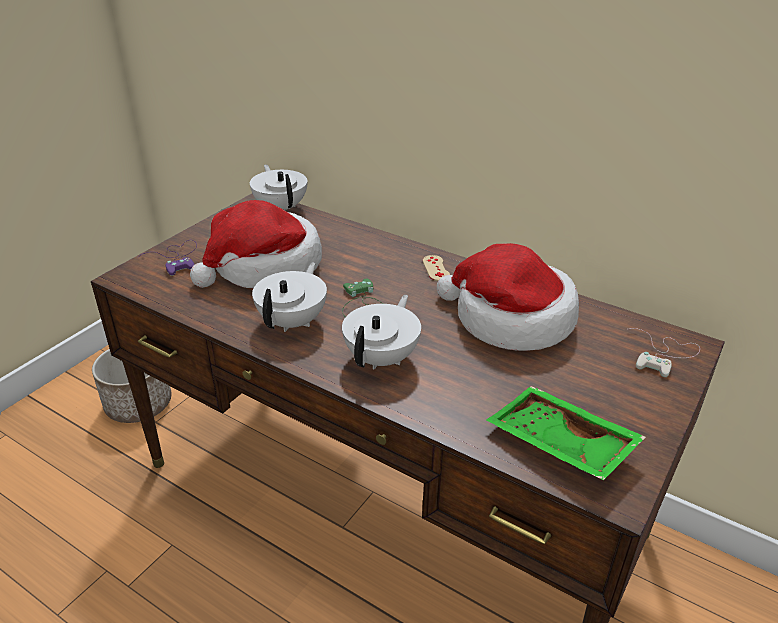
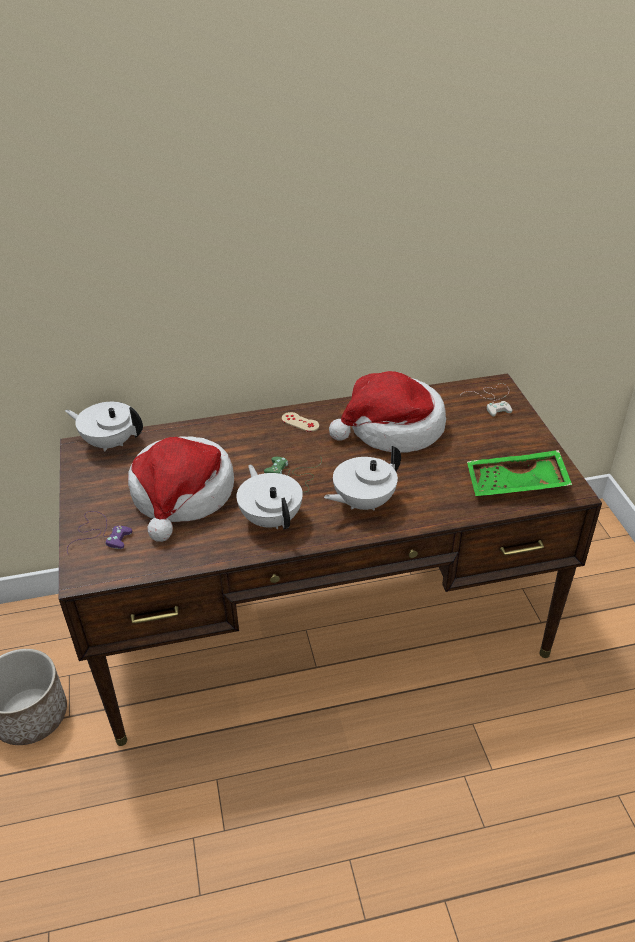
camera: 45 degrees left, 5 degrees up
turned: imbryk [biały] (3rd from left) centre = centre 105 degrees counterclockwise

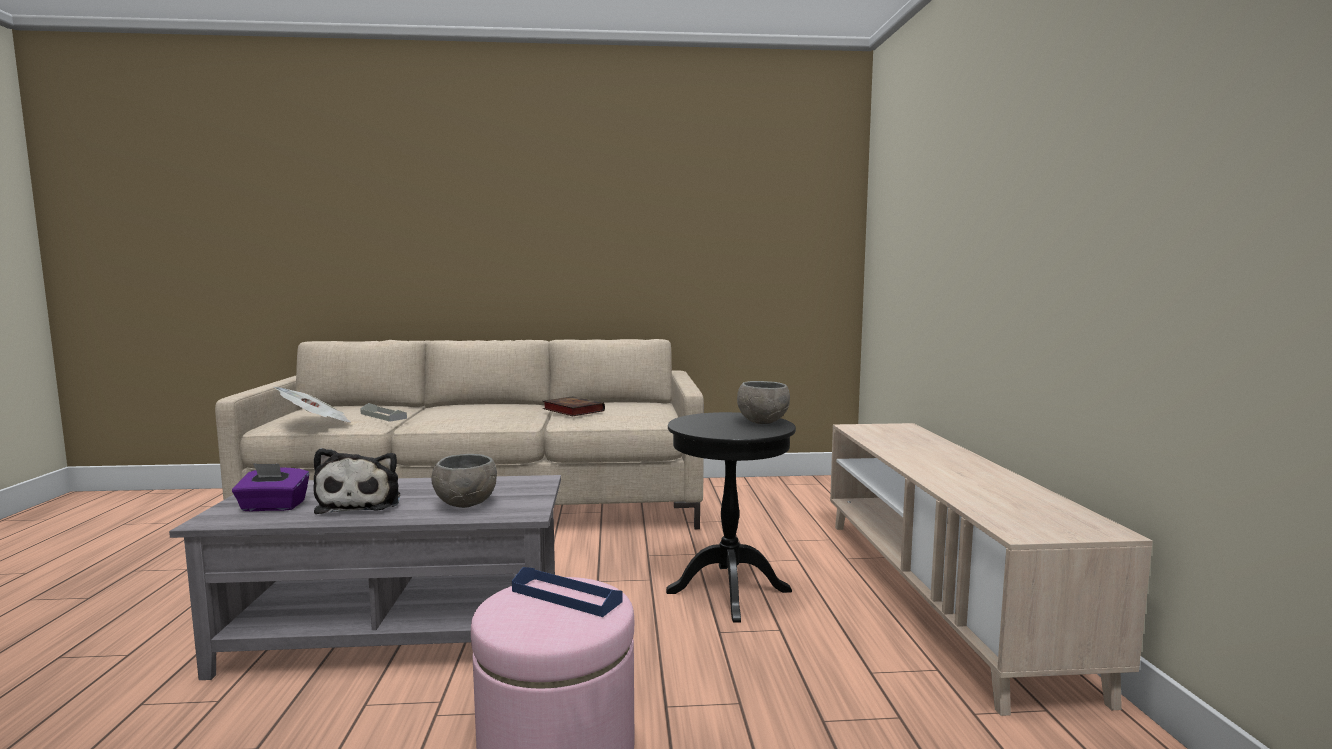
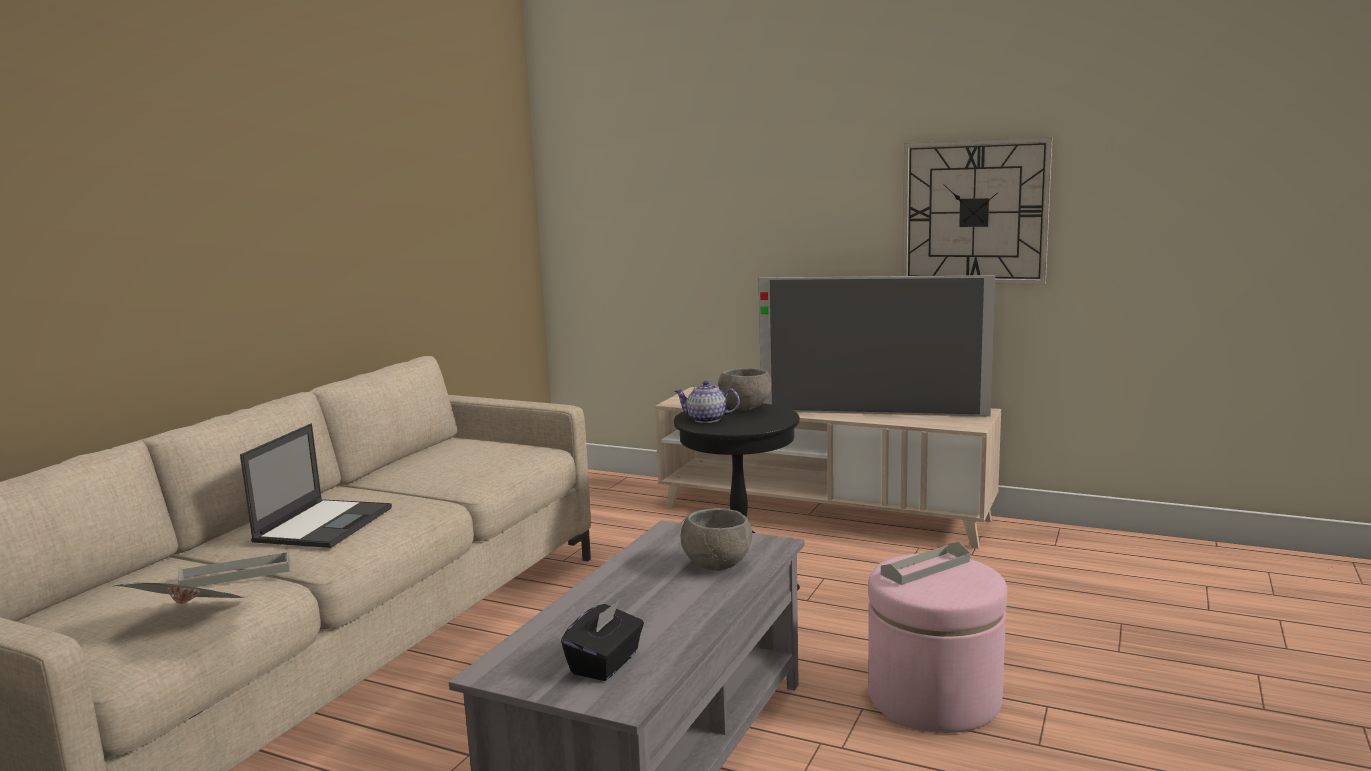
camera: 60 degrees left, 5 degrees up
removed: pluszak middle left; książka centre
added: laptop middle left; imbryk centre; telewizor centre; zegar ścienny top right
recoloured: pudełko chusteczek [fioletowy] middle left to pudełko chusteczek [czarny] bottom centre; taca [niebieski] bottom centre to taca [szary] (2nd from left) bottom right

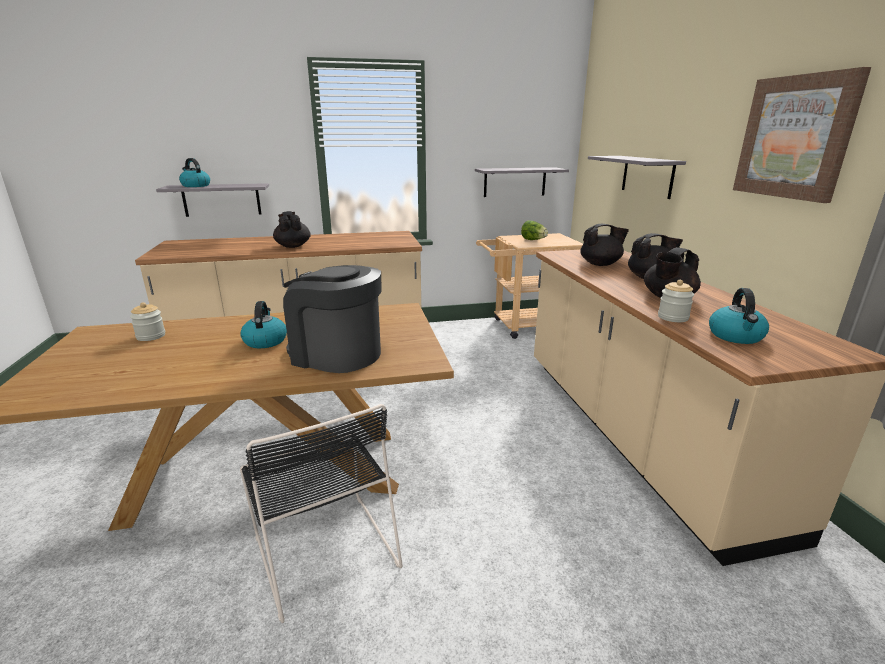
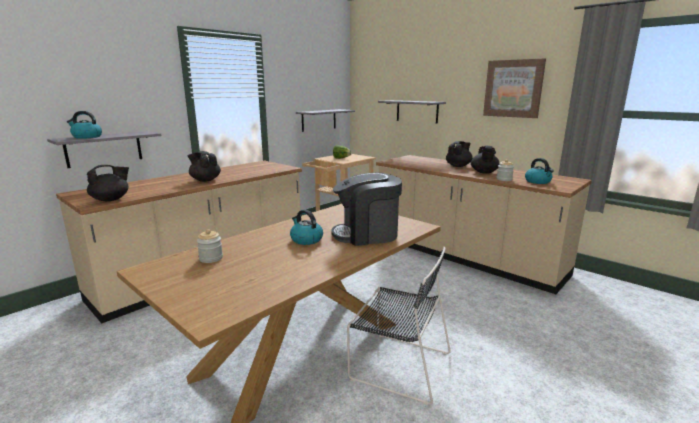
camera: 35 degrees left, 5 degrees down
moved: imbryk [czarny] (2nd from left in the first image) middle right to imbryk [czarny] (1st from left) middle left

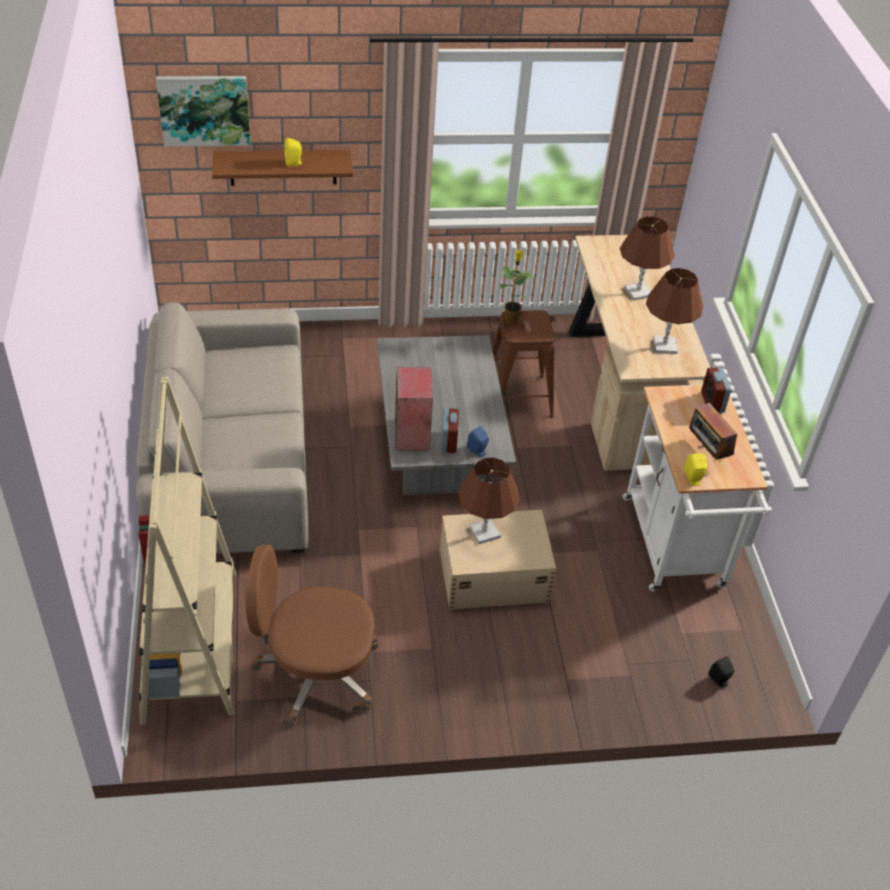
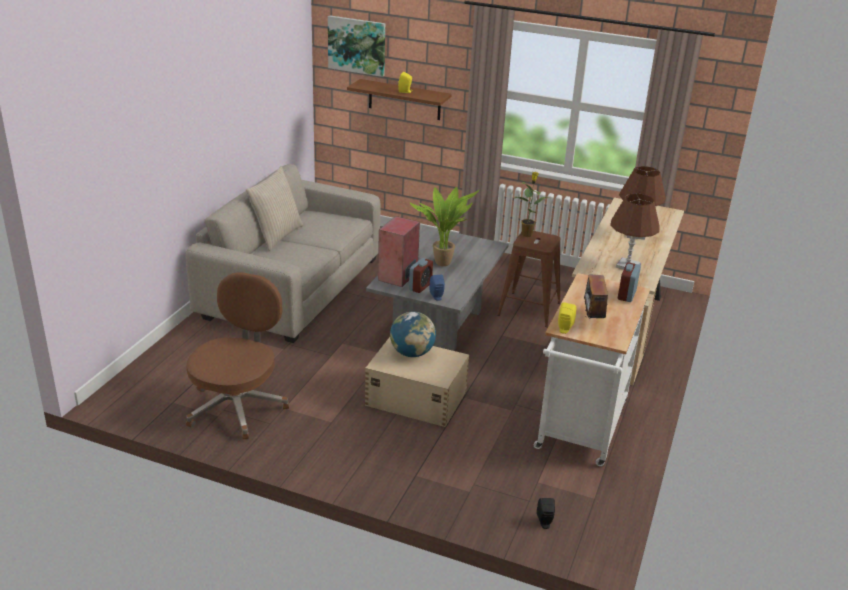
camera: 30 degrees right, 15 degrees down
removed: regał [beżowy] middle left
added: poduszka [beżowy] middle left; roślina doniczkowa (1st from left) centre
replaced: lampa stołowa [brązowy] (1st from left) centre to globus centre
turned: krzesło biurowe [brązowy] bottom centre = middle left 75 degrees clockwise

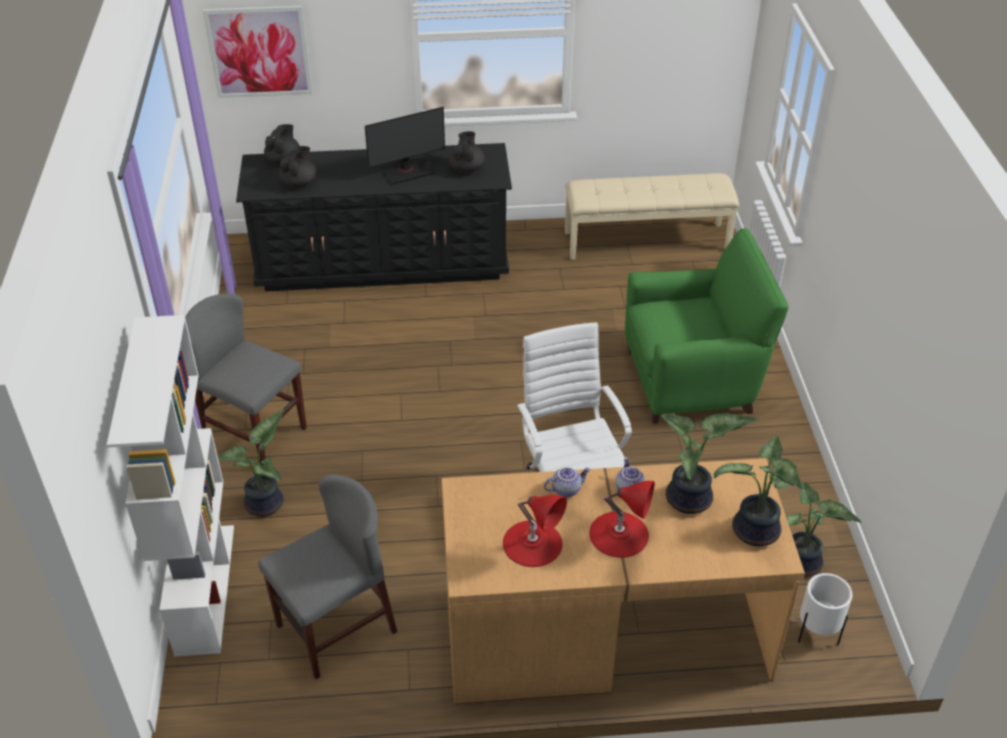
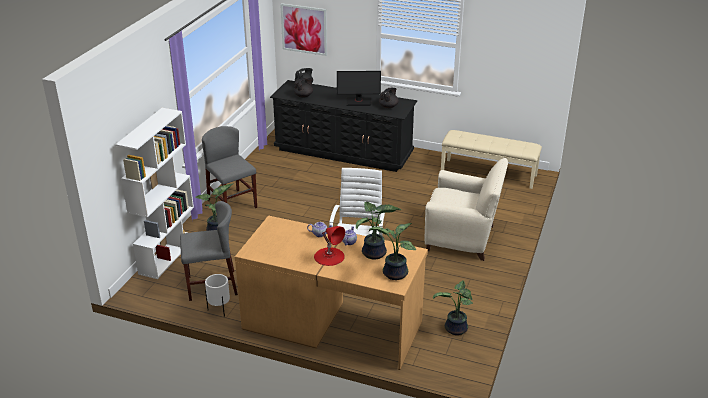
camera: 25 degrees right, 10 degrees down
removed: lampa stołowa [czerwony] (1st from left) bottom centre
moved: donica [biały] bottom right to bottom left
recoloured: fotel [zielony] middle right to fotel [beżowy] centre

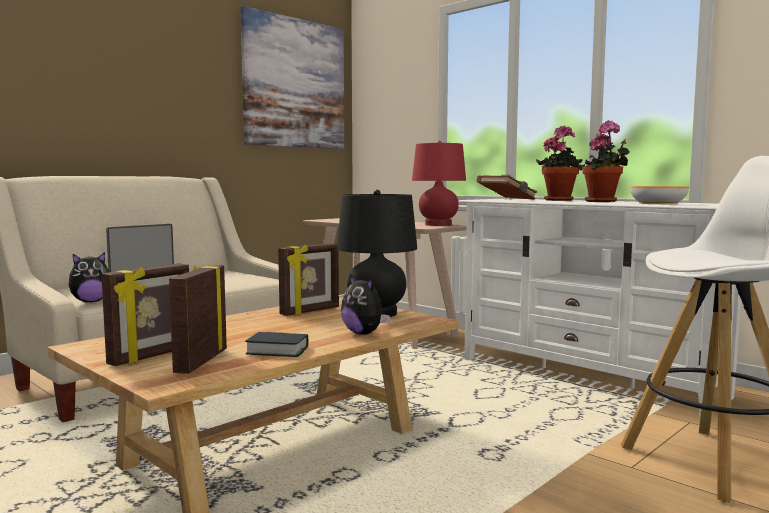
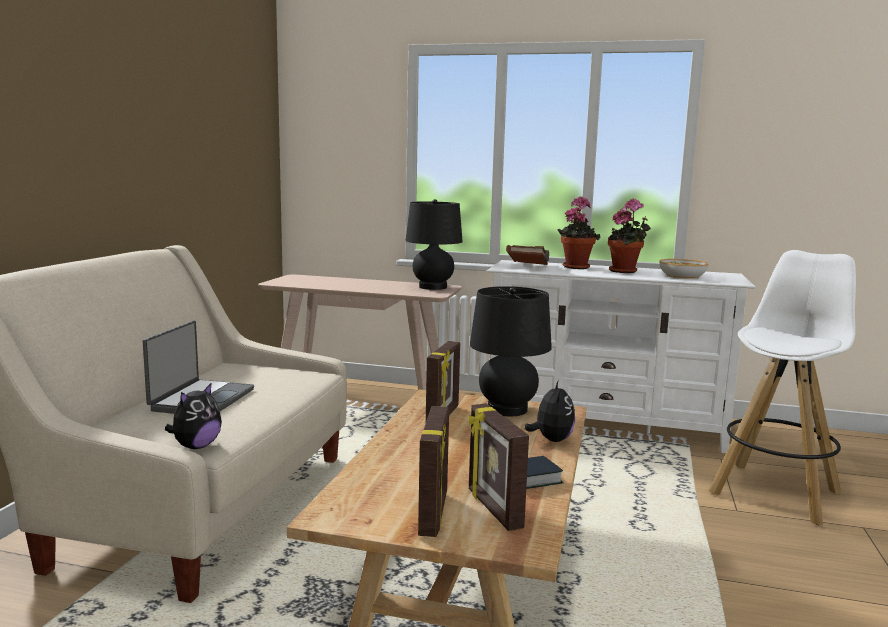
camera: 30 degrees left, 5 degrees up
removed: obraz top centre
recoloured: lampa stołowa [czerwony] centre to lampa stołowa [czarny] (1st from left) centre
turned: pluszak (2nd from left) centre = centre 105 degrees counterclockwise

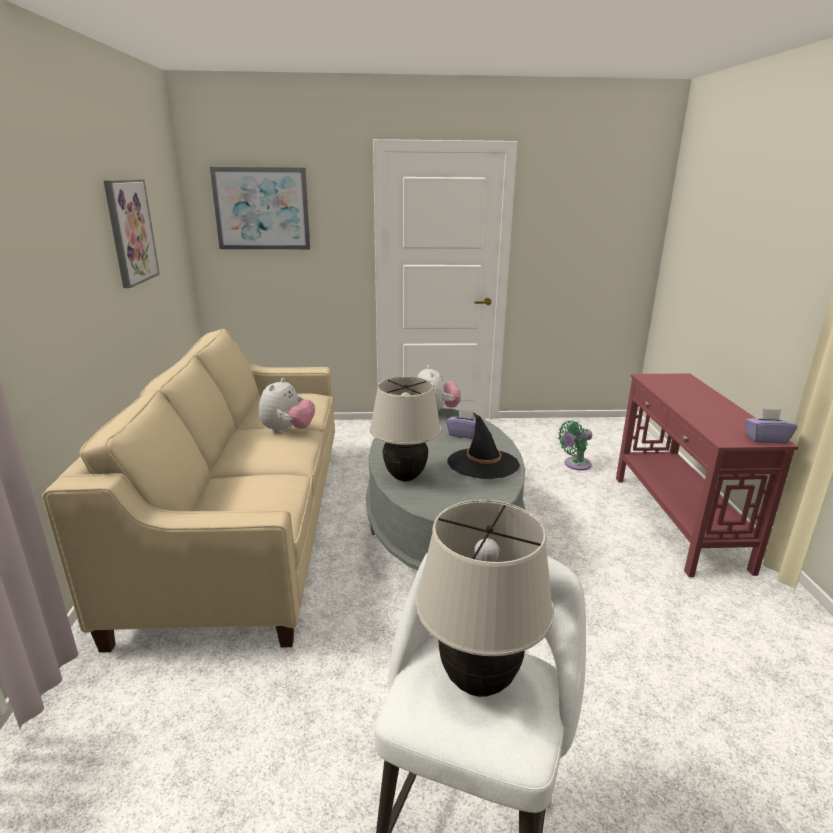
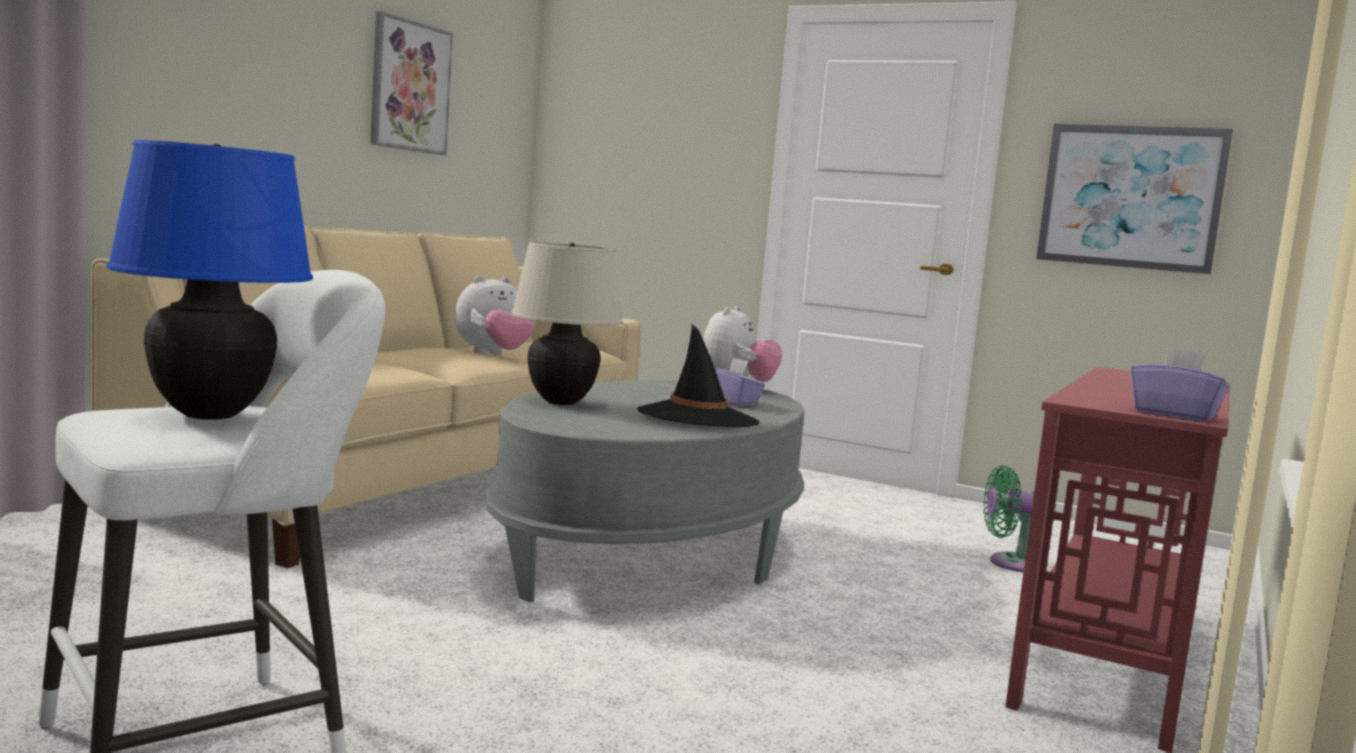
camera: 30 degrees right, 15 degrees down
moved: obraz (2nd from left) top left to top right
recoloured: lampa stołowa [beżowy] (2nd from left) bottom centre to lampa stołowa [niebieski] middle left

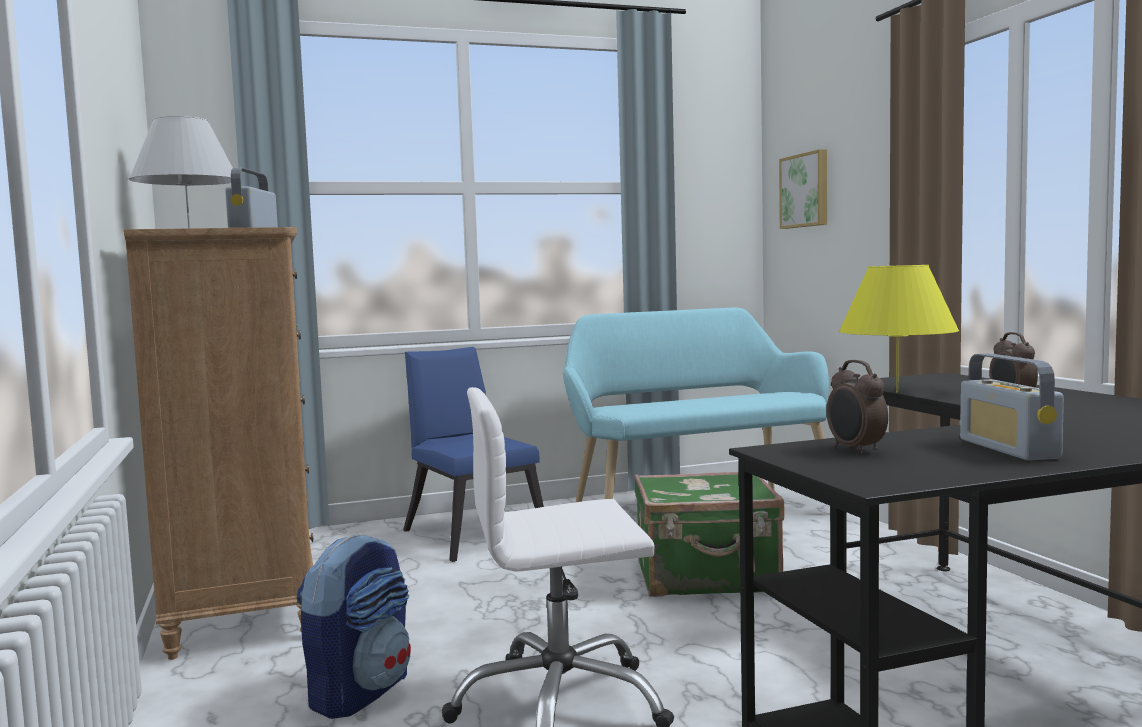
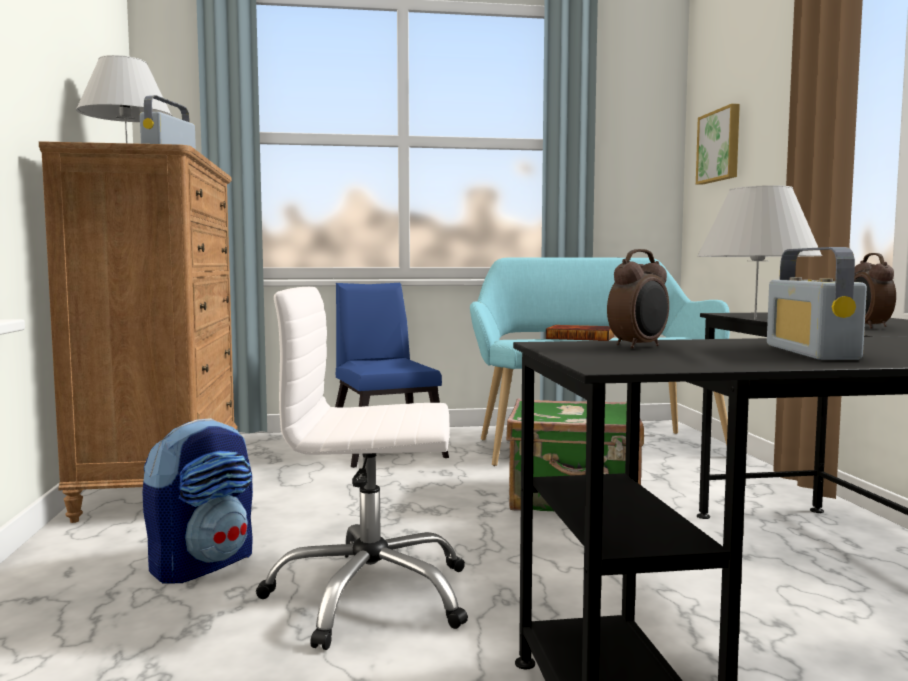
camera: 10 degrees right, 0 degrees up
added: książka centre
recoloured: lampa stołowa [żółty] middle right to lampa stołowa [biały] (2nd from left) middle right
turned: budzik (1st from left) middle right = middle right 120 degrees counterclockwise

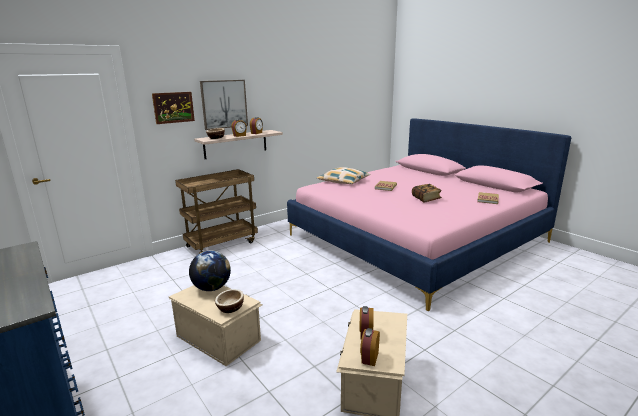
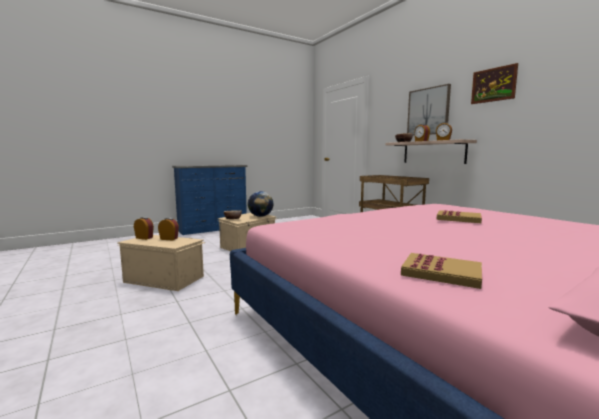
camera: 95 degrees right, 10 degrees down
removed: poduszka centre; książka (2nd from left) middle right
moved: obraz (1st from left in the first image) top left to obraz (2nd from left) top right

